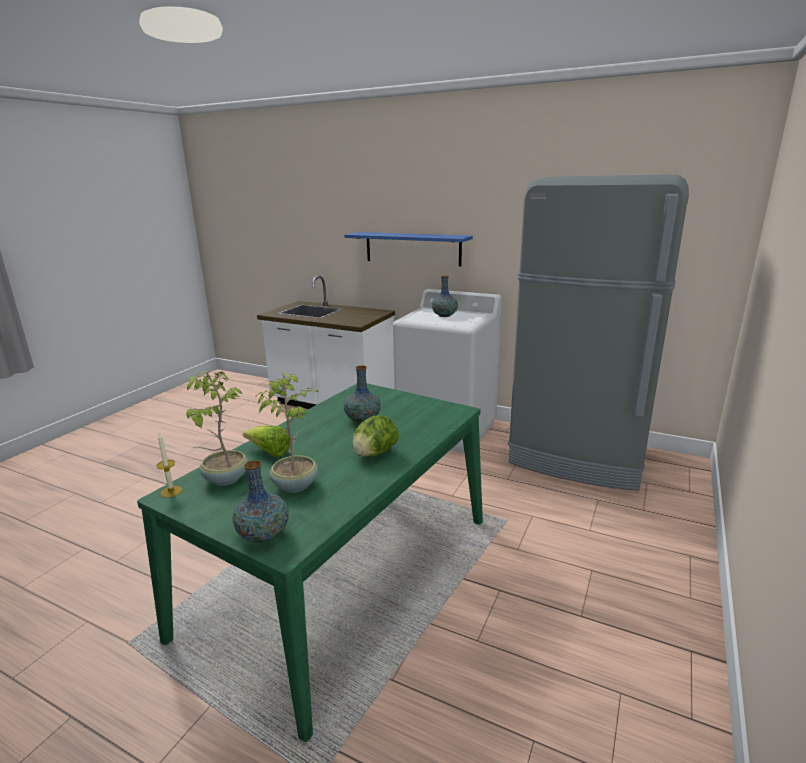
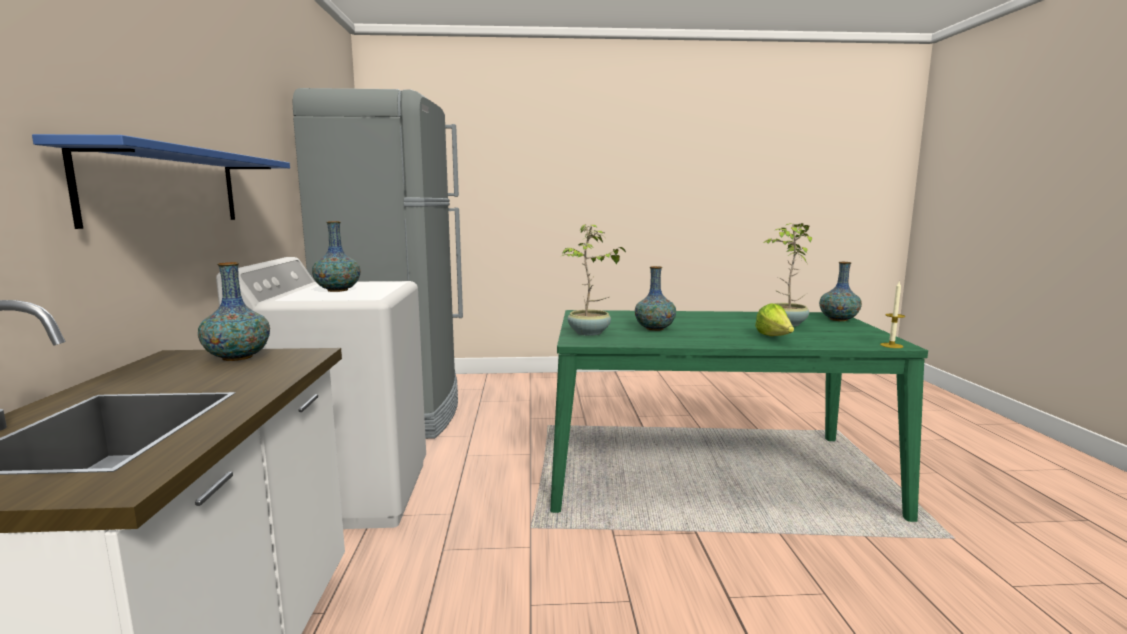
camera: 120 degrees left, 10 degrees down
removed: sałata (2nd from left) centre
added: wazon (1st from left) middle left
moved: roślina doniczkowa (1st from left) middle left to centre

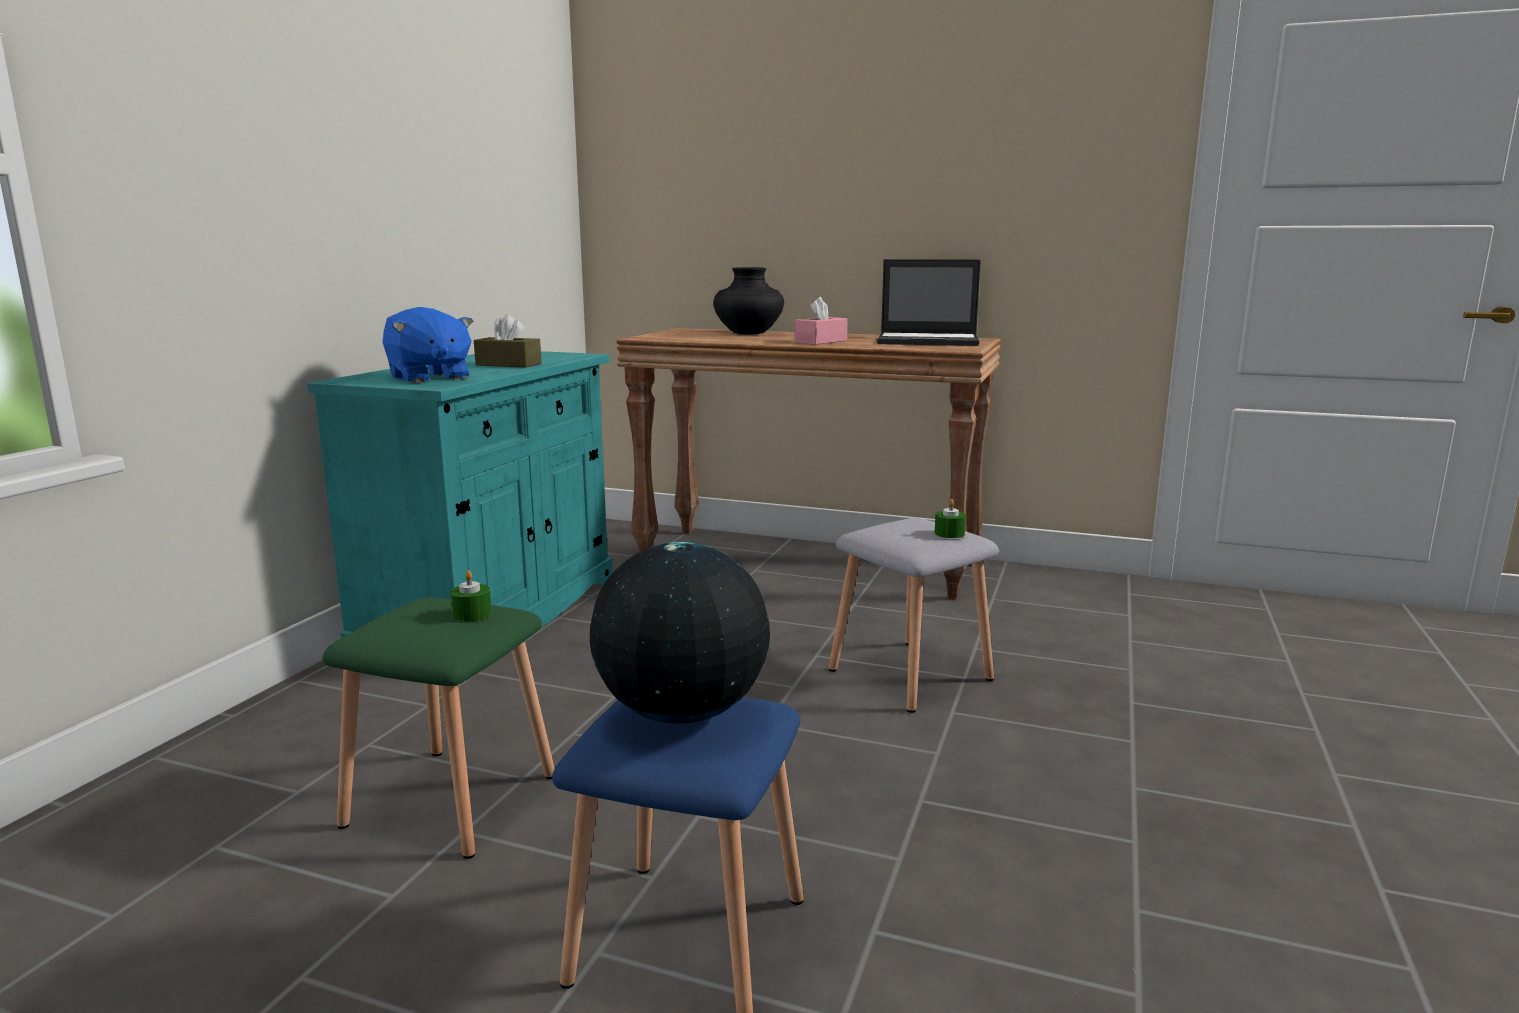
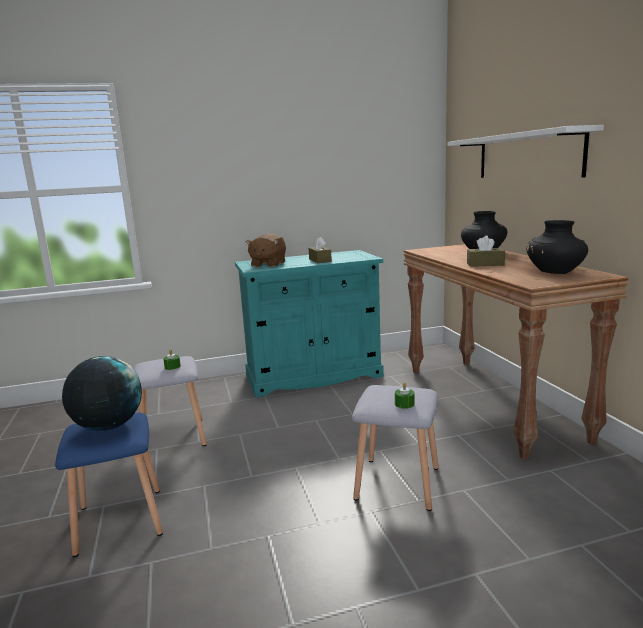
camera: 55 degrees right, 0 degrees up
added: półka [biały] top right
replaced: laptop top centre to wazon [czarny] (2nd from left) middle right
recoloured: stołek [zielony] bottom left to stołek [szary] (1st from left) middle left; pluszak [niebieski] middle left to pluszak [brązowy] centre; pudełko chusteczek [różowy] top centre to pudełko chusteczek [brązowy] (2nd from left) middle right

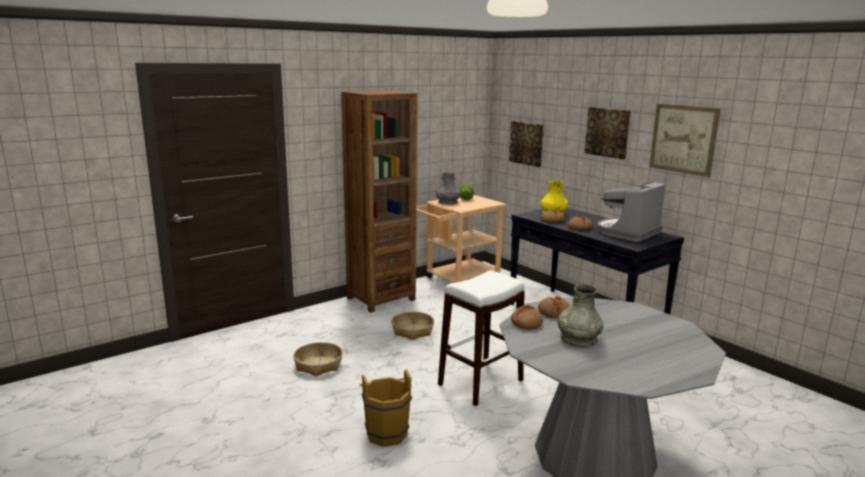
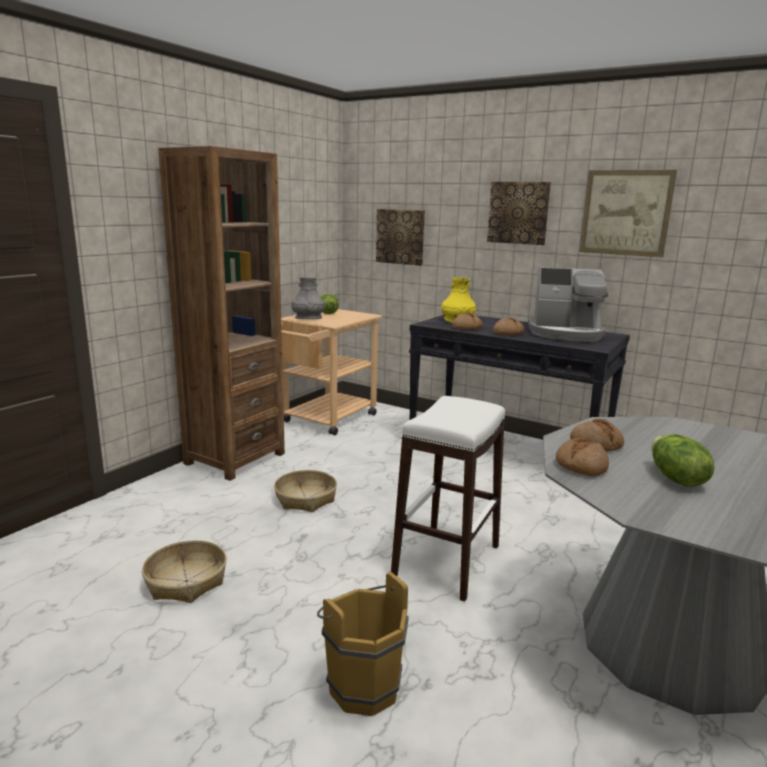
camera: 20 degrees left, 0 degrees up
replaced: wazon [szary] (2nd from left) middle right to sałata (2nd from left) middle right
turned: ekspres do kawy middle right = middle right 105 degrees counterclockwise

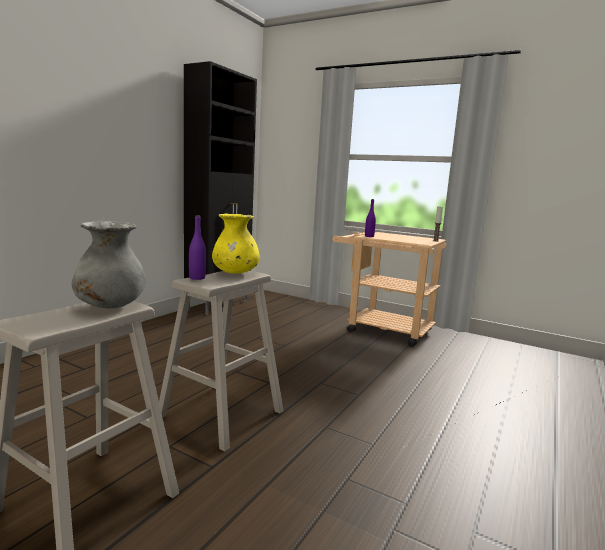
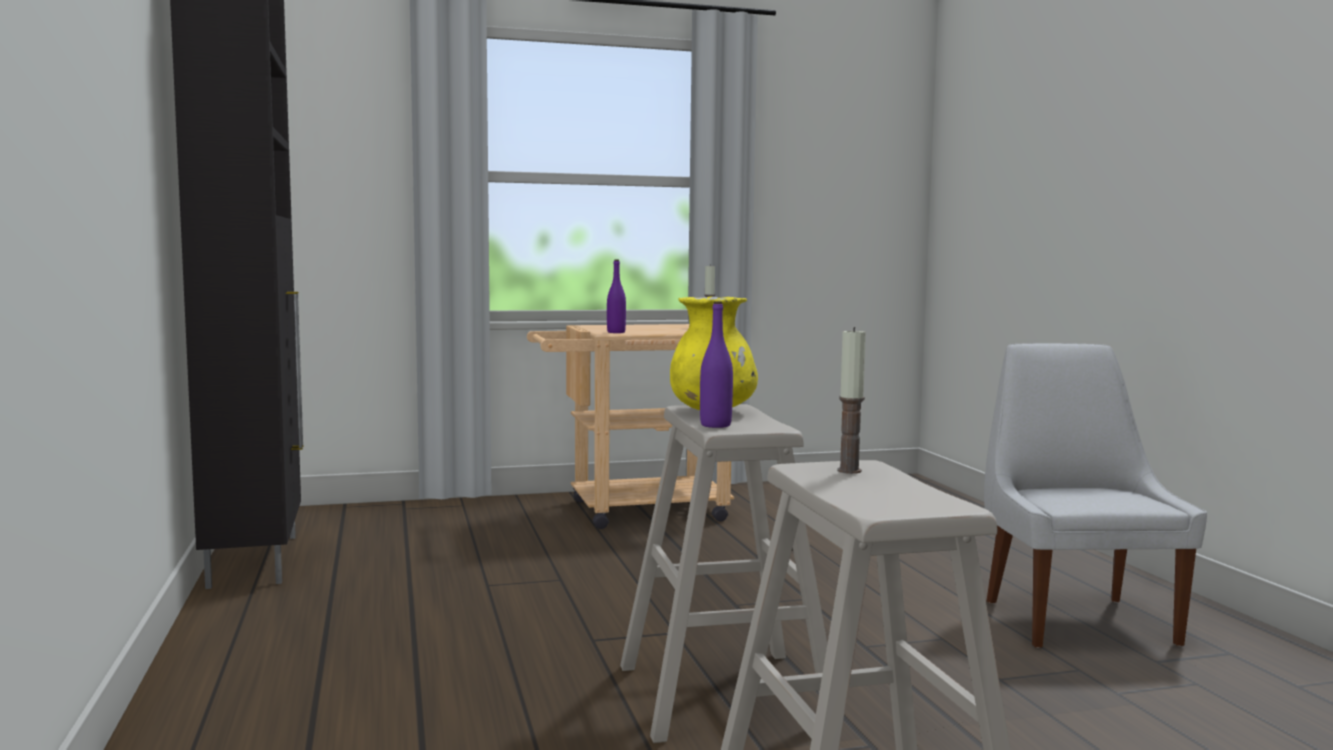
camera: 45 degrees left, 5 degrees down
added: krzesło [biały] middle right
replaced: wazon [szary] middle left to świeca (2nd from left) centre

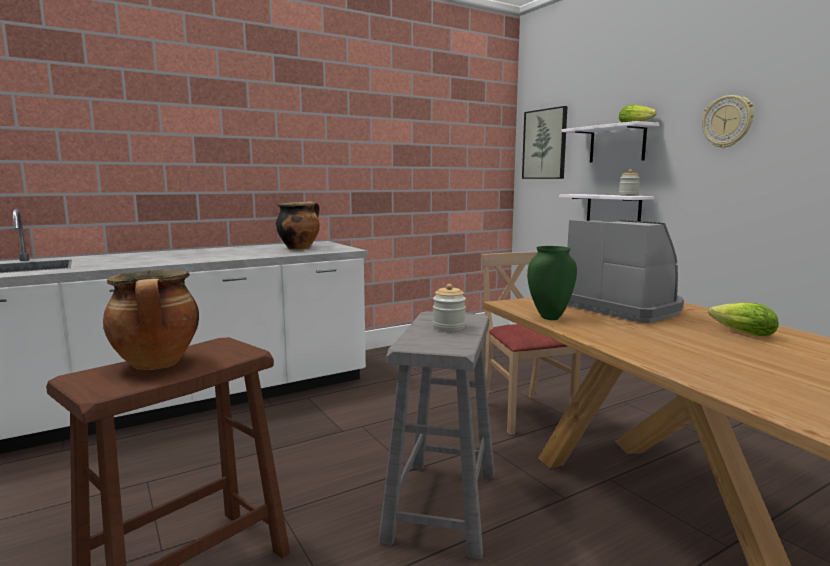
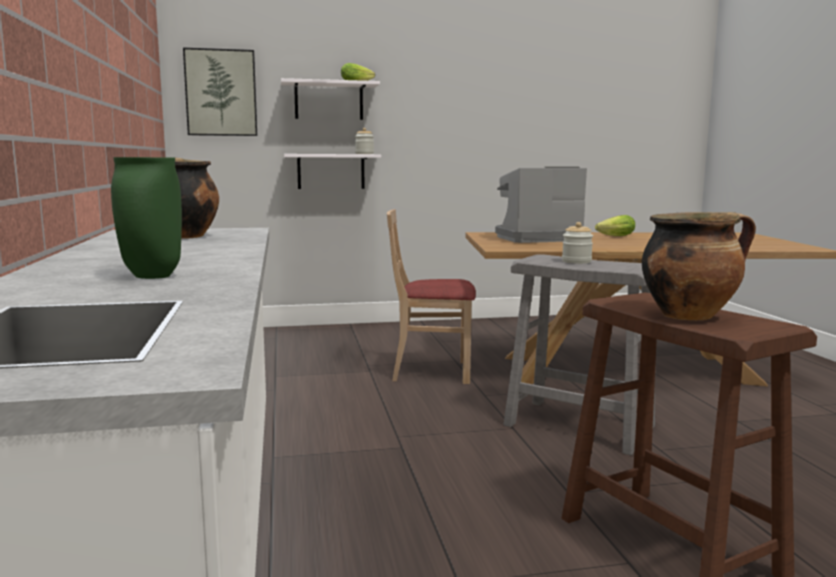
camera: 70 degrees left, 0 degrees up
removed: zegar ścienny top right
moved: wazon [zielony] centre to middle left

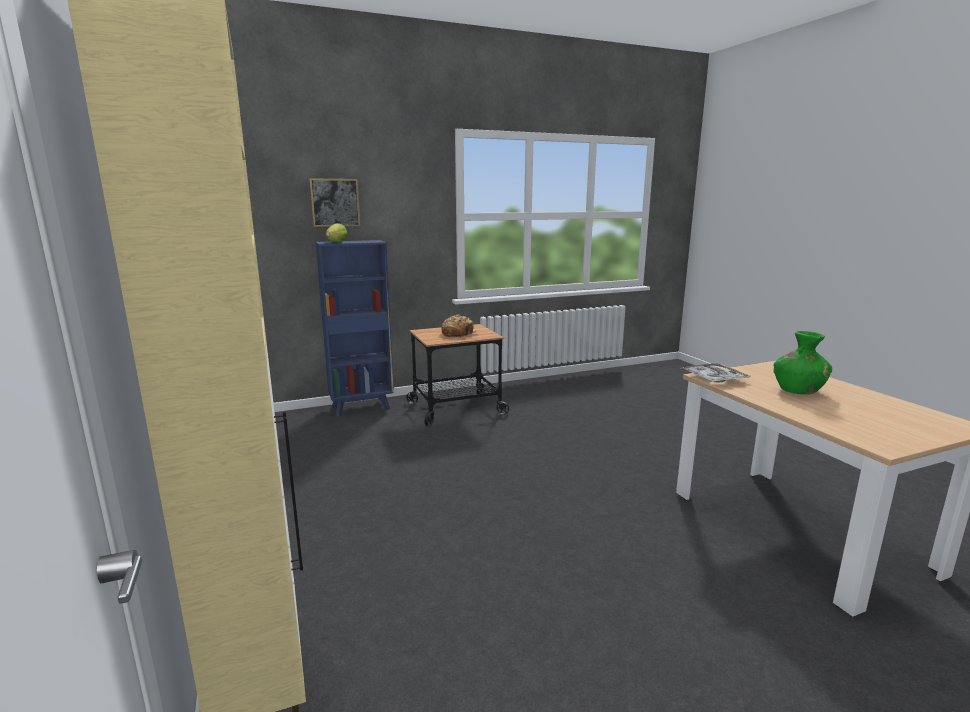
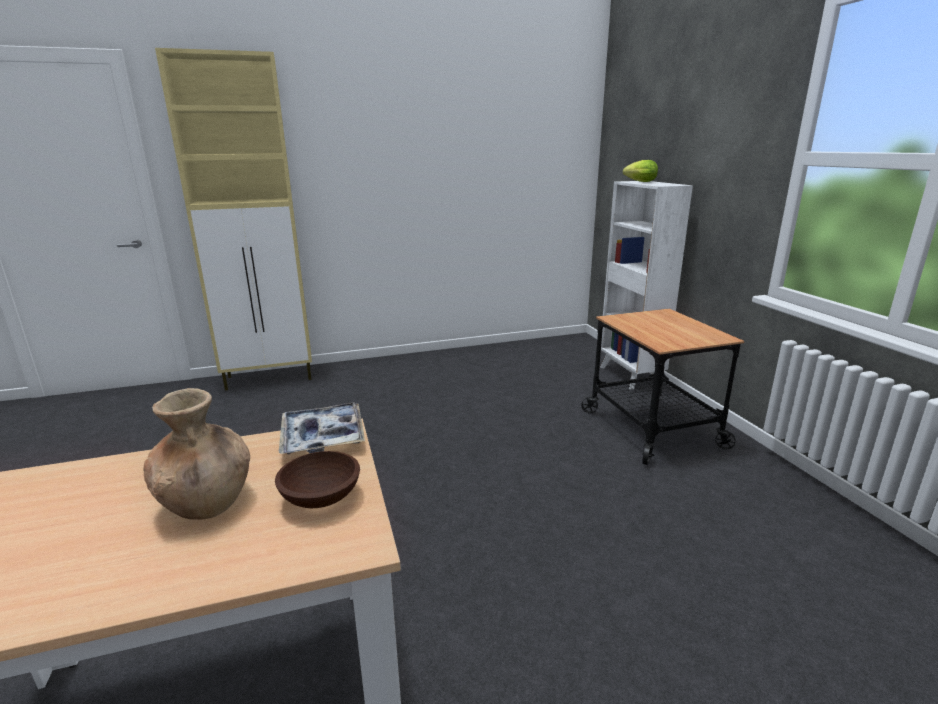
camera: 95 degrees right, 5 degrees up
removed: obraz top centre; chleb centre
added: miska [brązowy] bottom centre
recoloured: regał [niebieski] centre to regał [biały] middle right; wazon [zielony] middle right to wazon [brązowy] middle left

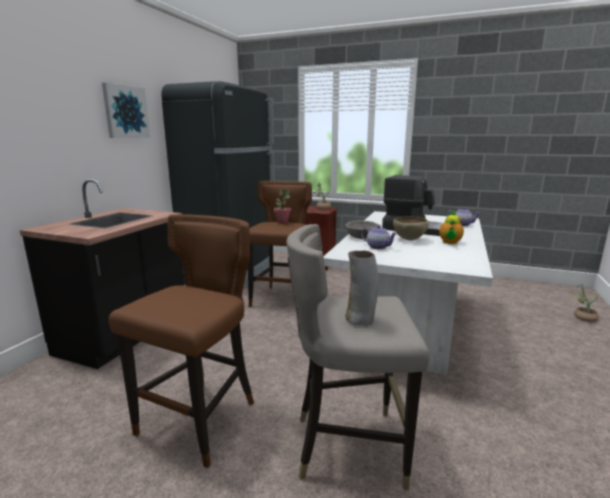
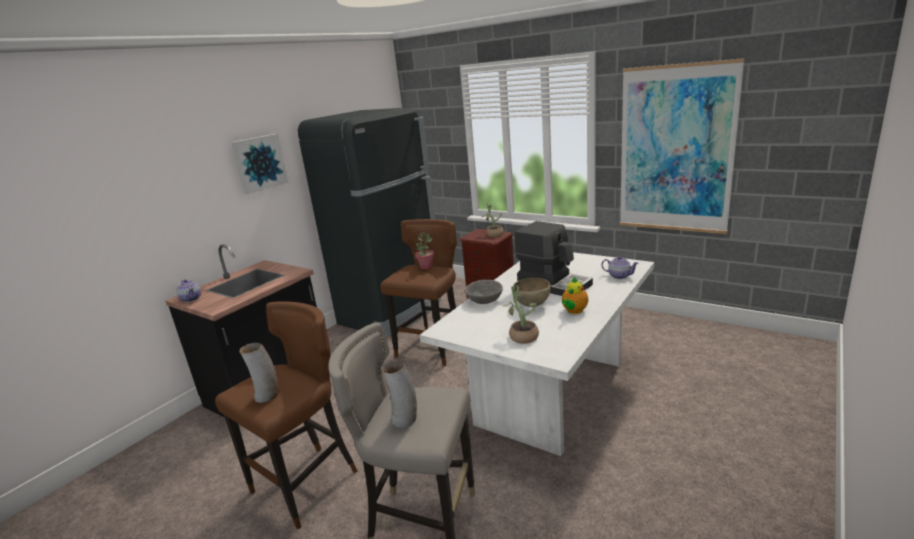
camera: 15 degrees right, 5 degrees up
added: wazon (1st from left) bottom left; obraz (2nd from left) top right
moved: imbryk (1st from left) centre to middle left; roślina doniczkowa (3rd from left) middle right to centre

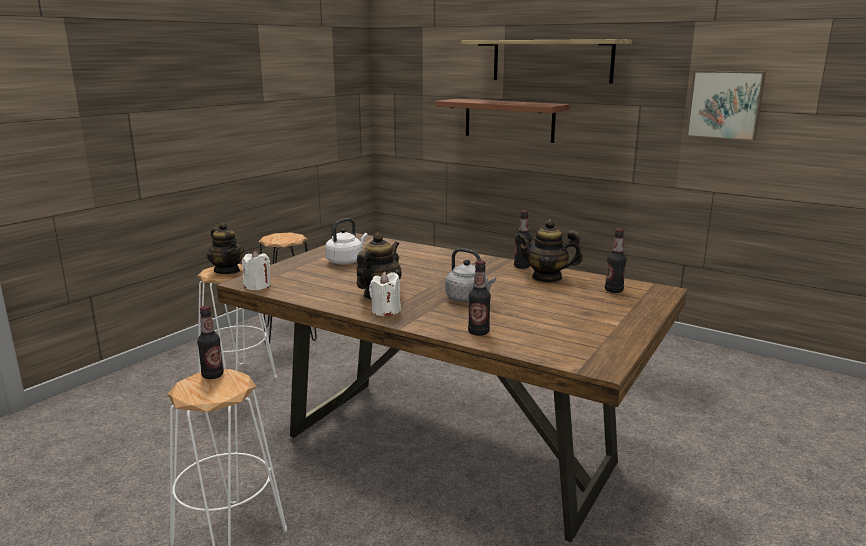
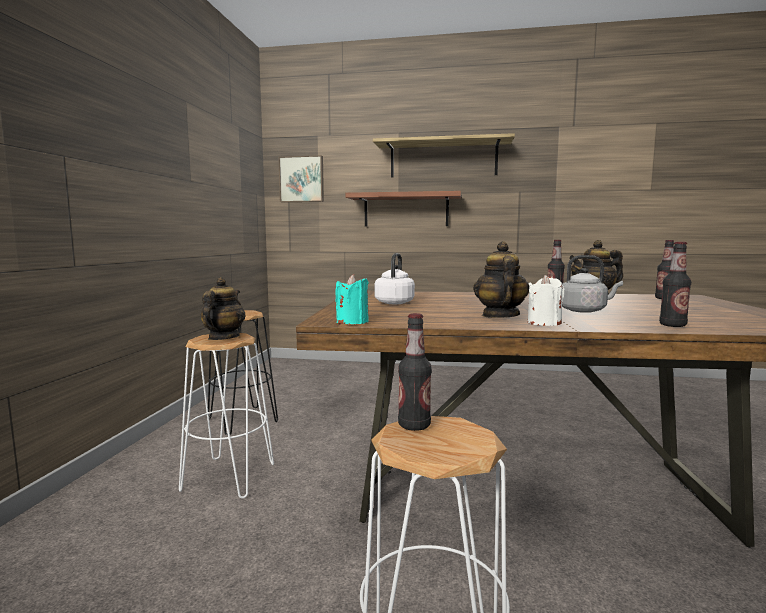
camera: 25 degrees left, 10 degrees down
moved: obraz top right to top centre
recoloured: świeca [biały] (1st from left) middle left to świeca [turkusowy] centre
turned: imbryk (1st from left) middle left = middle left 105 degrees counterclockwise

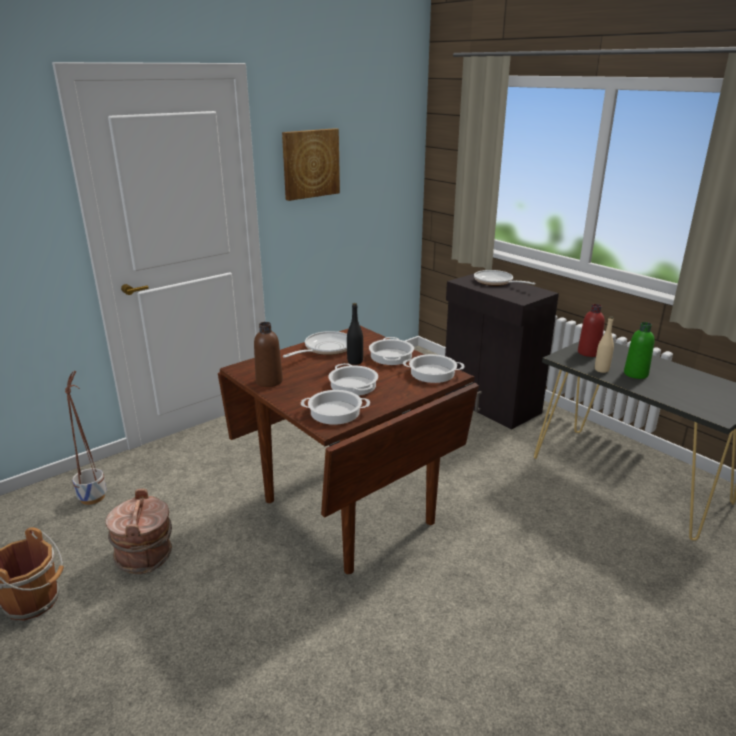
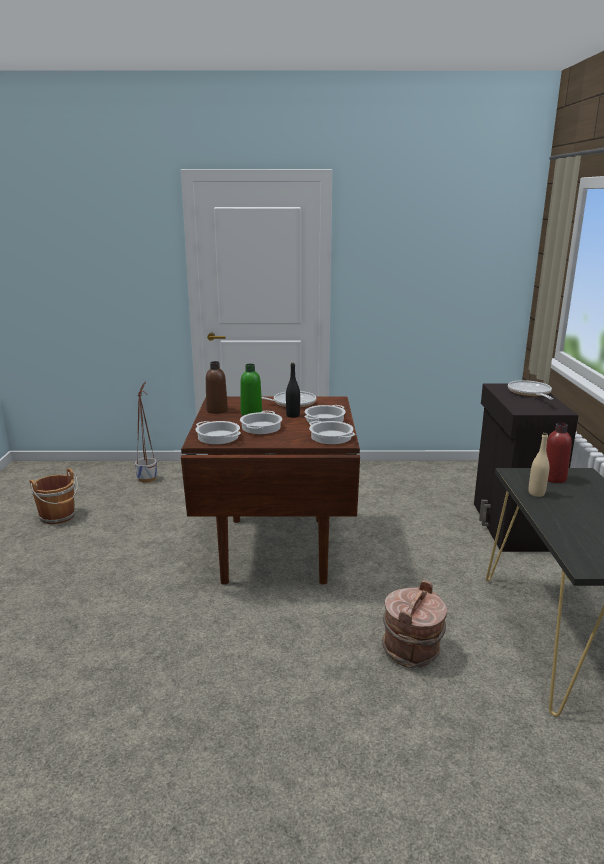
camera: 40 degrees right, 5 degrees down
removed: obraz top centre
moved: wiadro [brązowy] (2nd from left) bottom left to bottom right; butelka [zielony] middle right to centre

